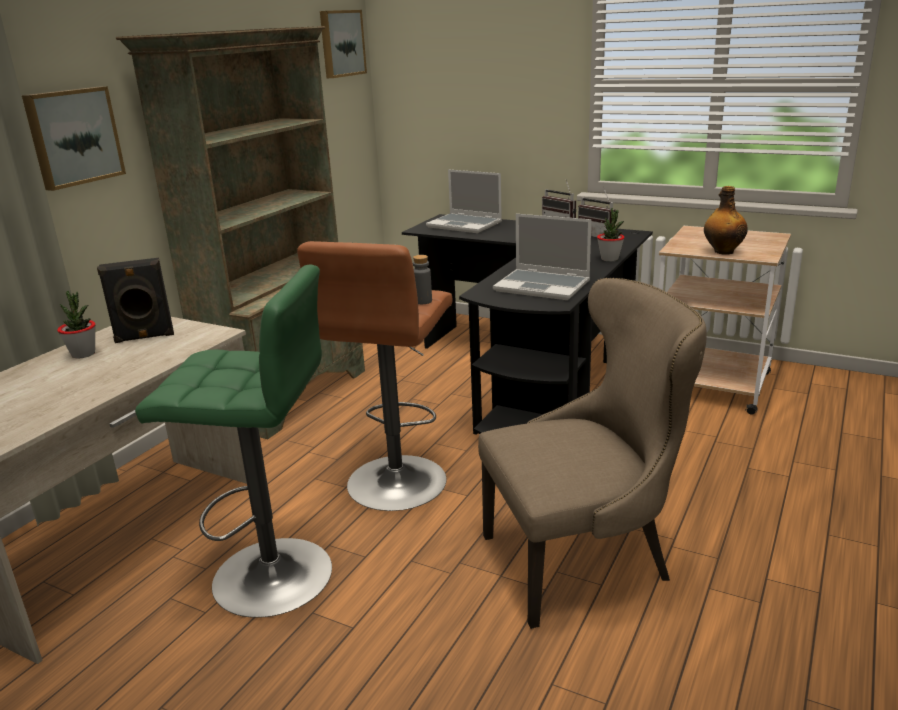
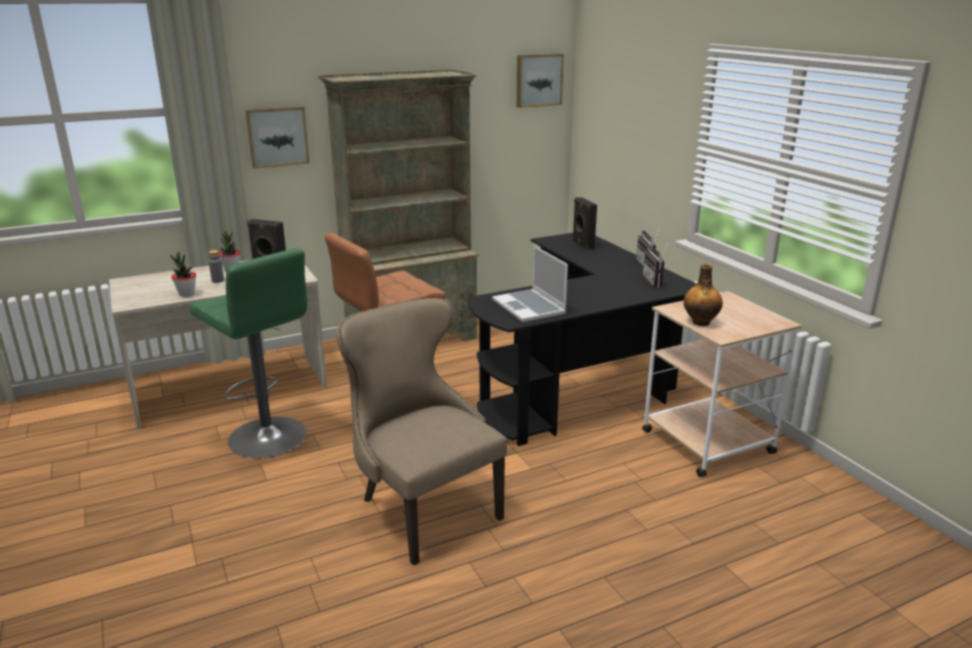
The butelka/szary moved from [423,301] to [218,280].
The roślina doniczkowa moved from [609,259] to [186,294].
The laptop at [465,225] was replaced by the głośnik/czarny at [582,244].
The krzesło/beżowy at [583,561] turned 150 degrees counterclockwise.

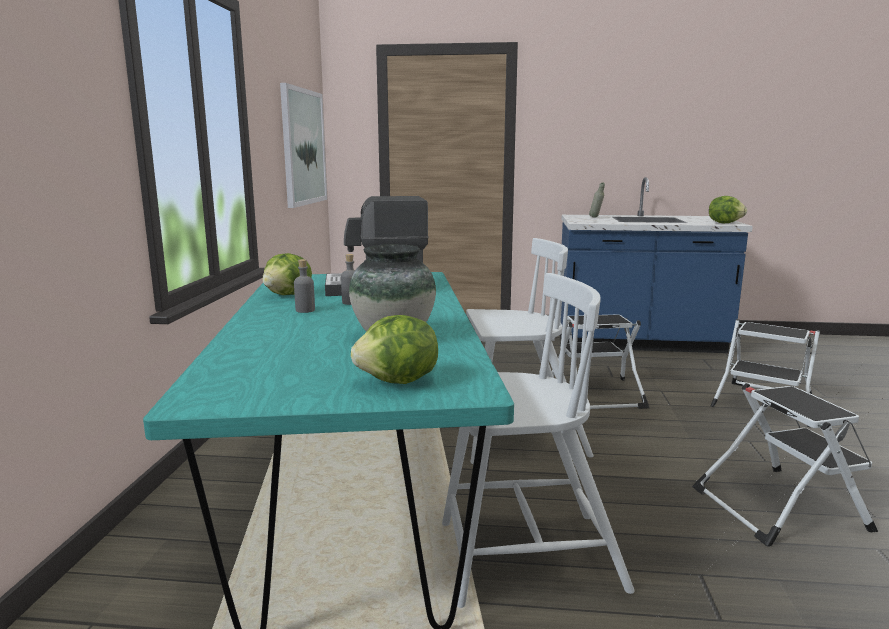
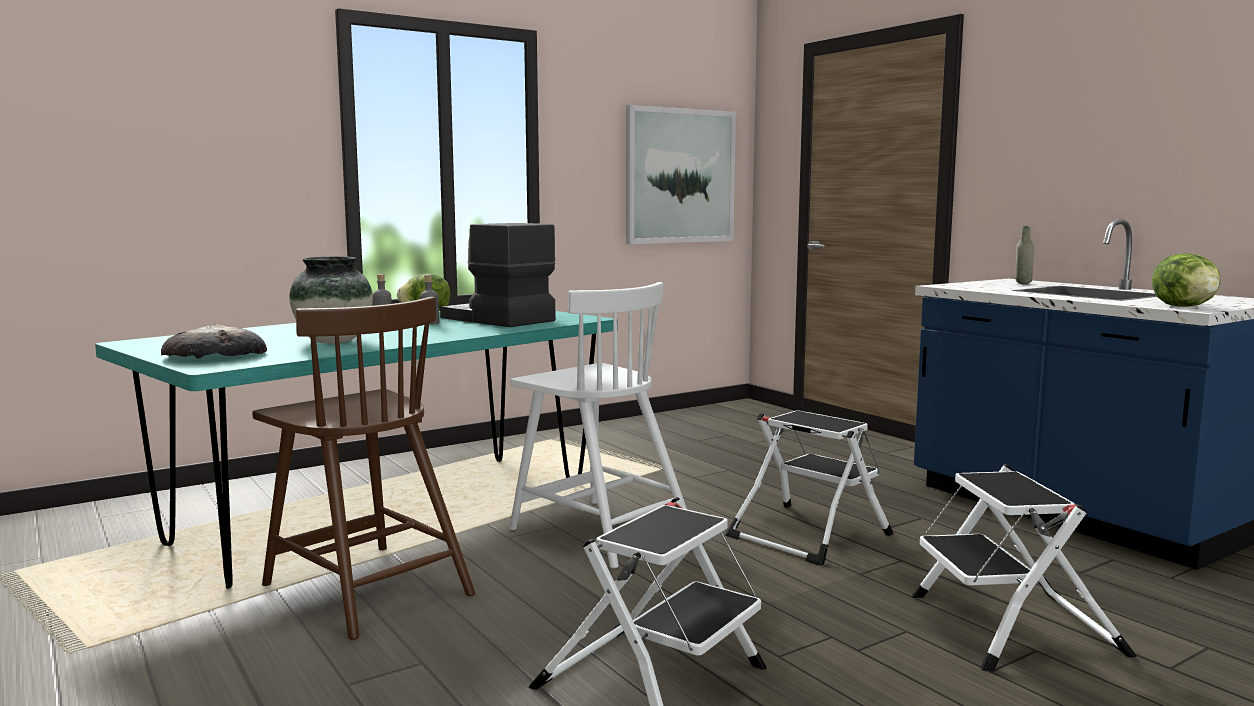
The sałata at [399,382] was replaced by the chleb at [215,356].
The krzesło/biały at [525,557] became the krzesło/brązowy at [365,588].

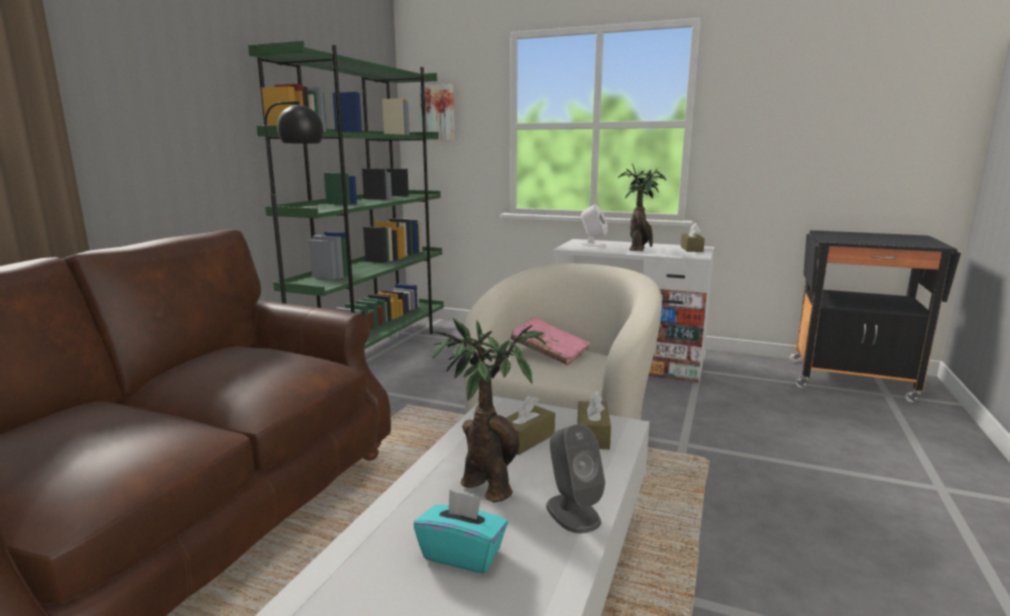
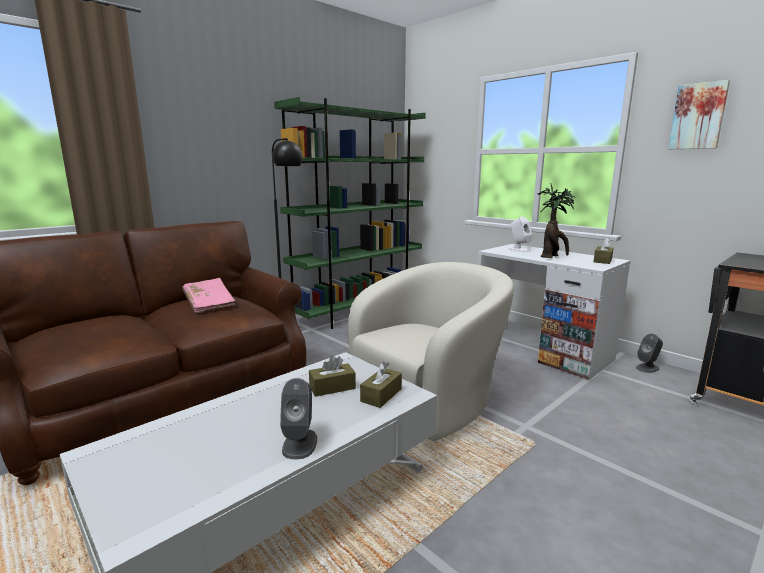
The pudełko chusteczek/turkusowy at [462,554] disappeared.
The roślina doniczkowa at [484,485] disappeared.
The głośnik/szary at [647,368] appeared.
The obraz moved from [438,113] to [698,116].
The książka/różowy moved from [550,352] to [209,304].

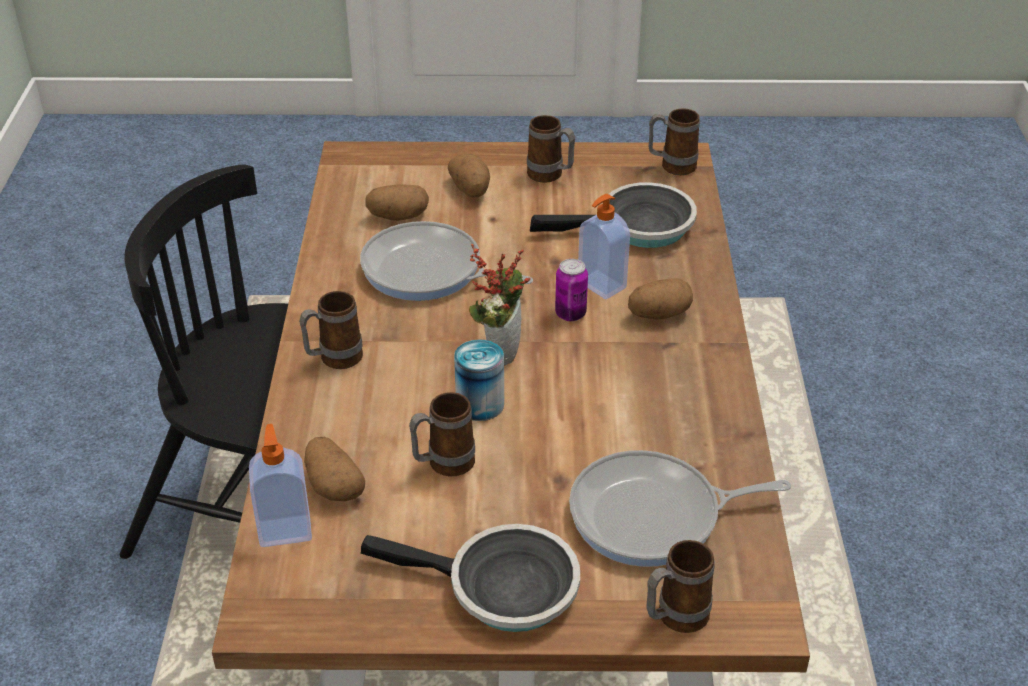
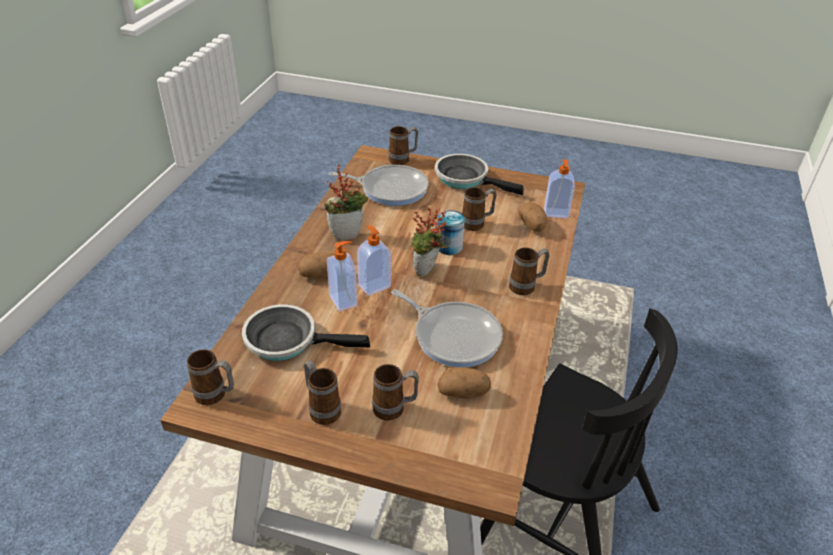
The roślina doniczkowa at [347,234] appeared.
The ziemniak at [471,190] was replaced by the kubek at [395,409].
The puszka at [570,314] was replaced by the dozownik mydła at [374,286].

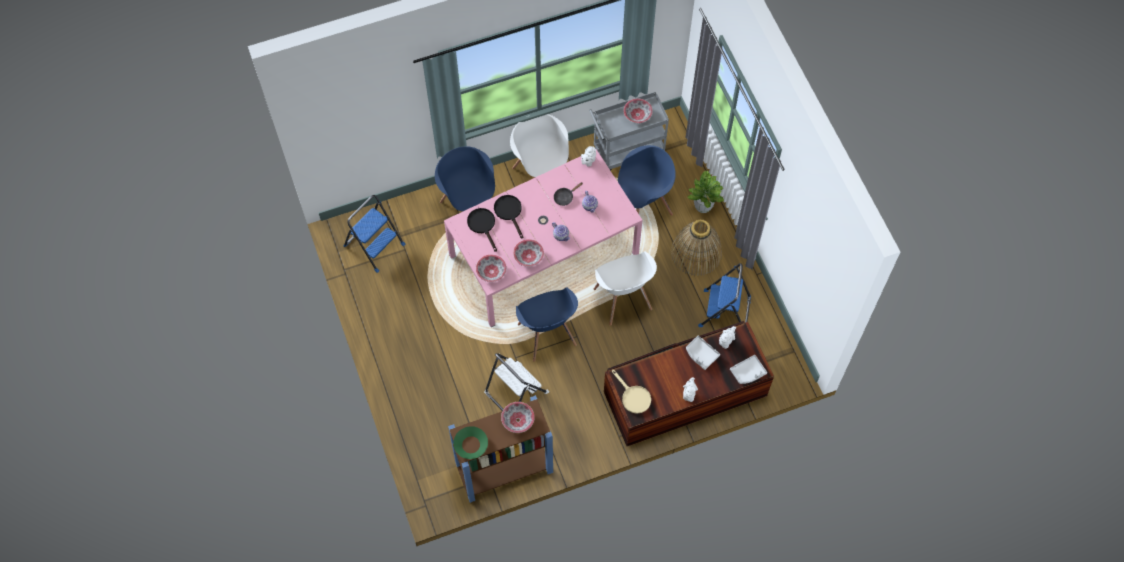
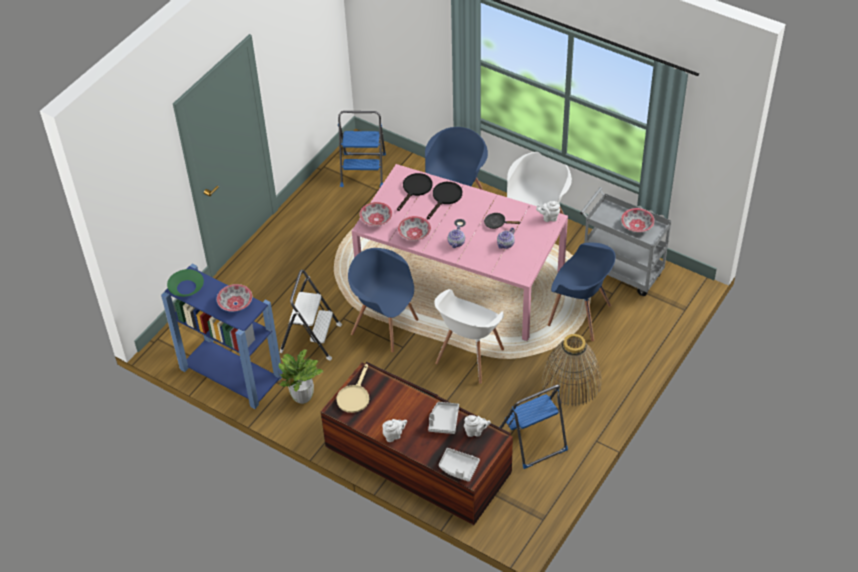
The roślina doniczkowa moved from [703,207] to [302,397].
The regał/brązowy at [503,468] became the regał/niebieski at [231,372].
The krzesło/niebieski at [546,335] turned 90 degrees clockwise.

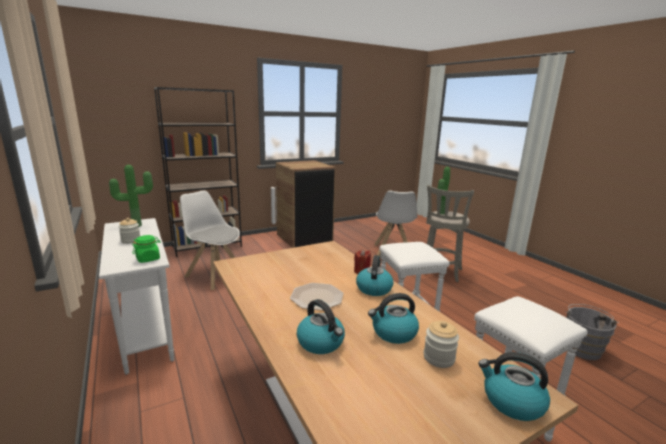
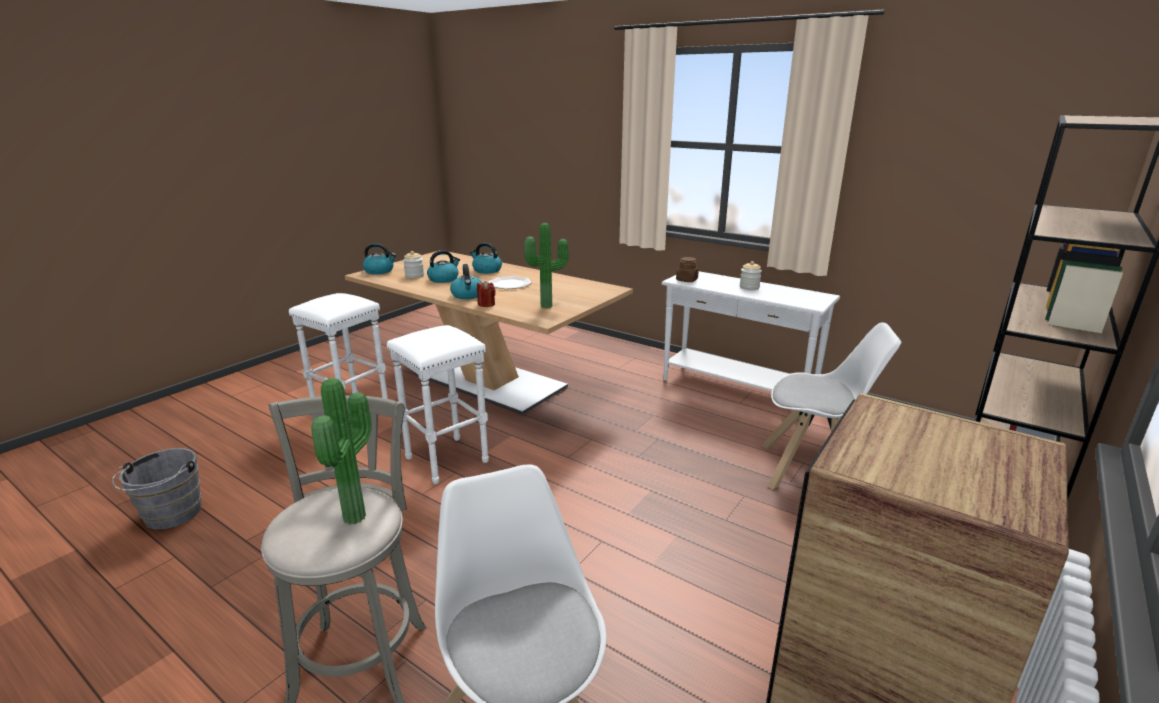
The roślina doniczkowa moved from [137,225] to [548,307].
The słoik/zielony at [148,259] became the słoik/brązowy at [686,280].

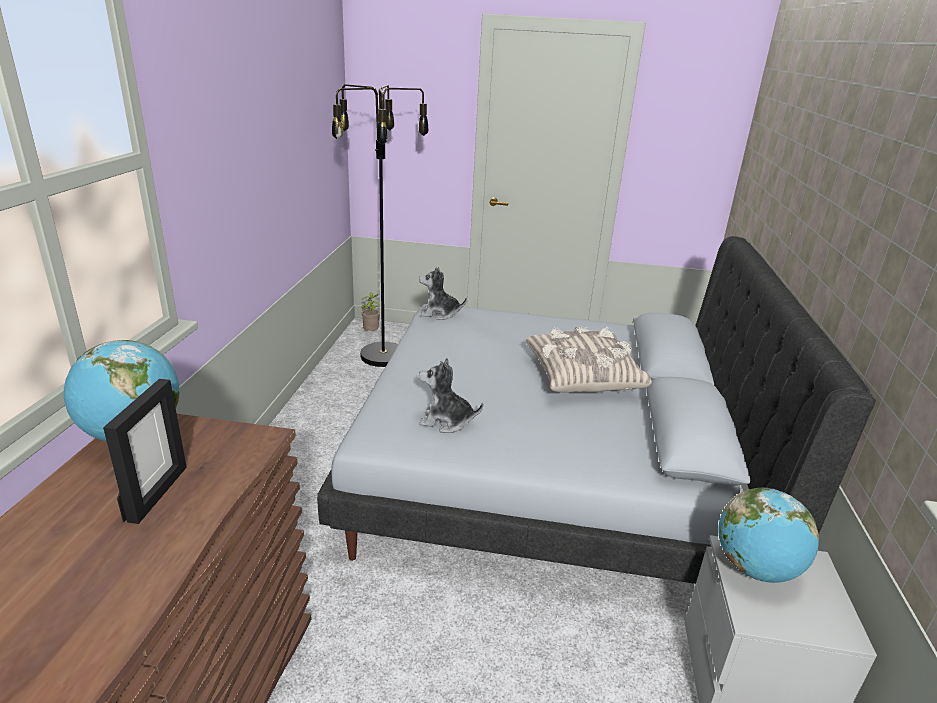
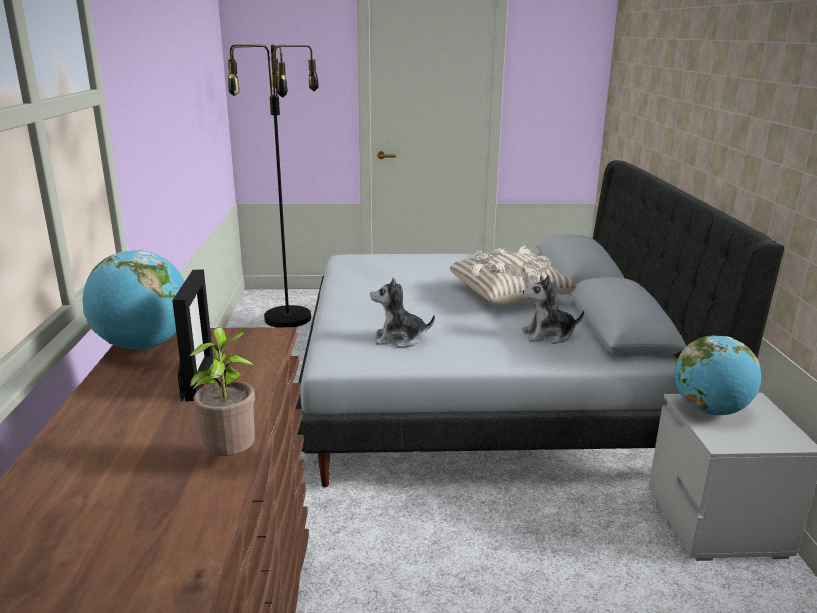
The roślina doniczkowa moved from [371,333] to [231,458].
The pluszak moved from [439,314] to [548,335].

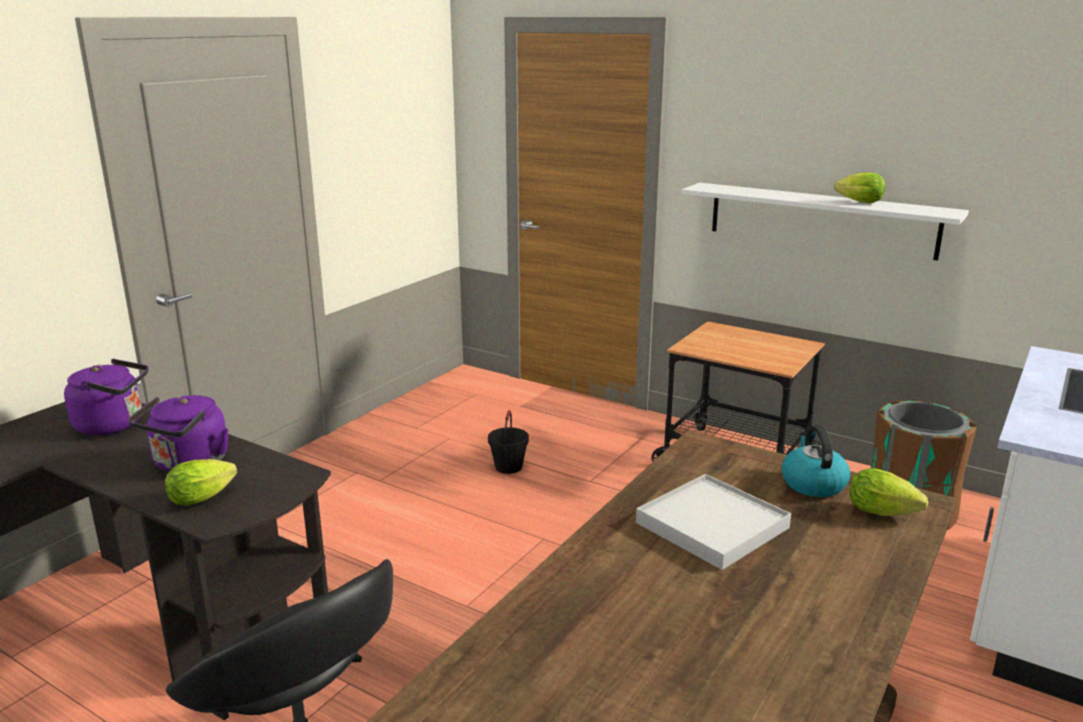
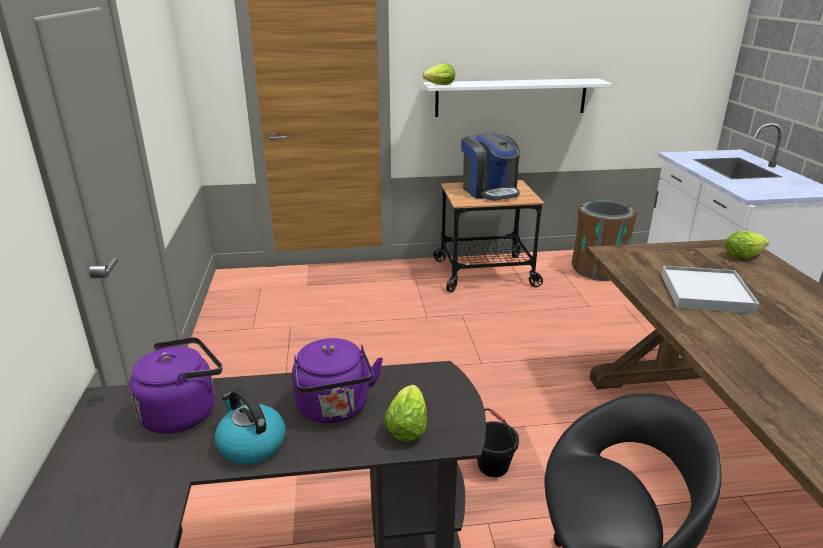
The ekspres do kawy at [489,191] appeared.
The wiadro/czarny moved from [509,467] to [493,466].
The czajnik moved from [812,483] to [251,444].
The sałata moved from [857,202] to [438,85].

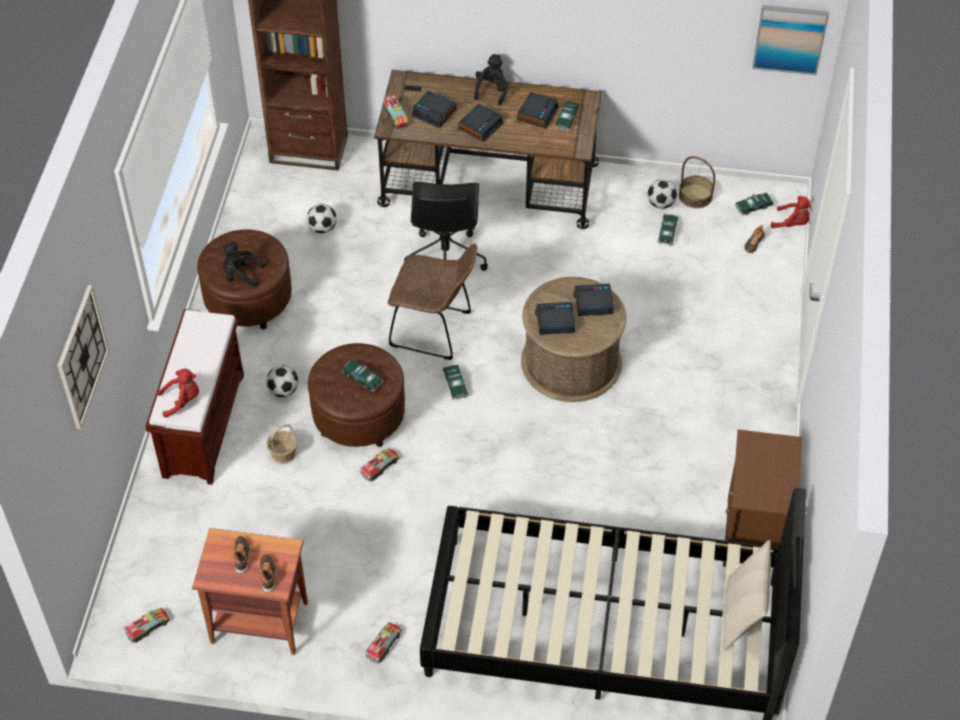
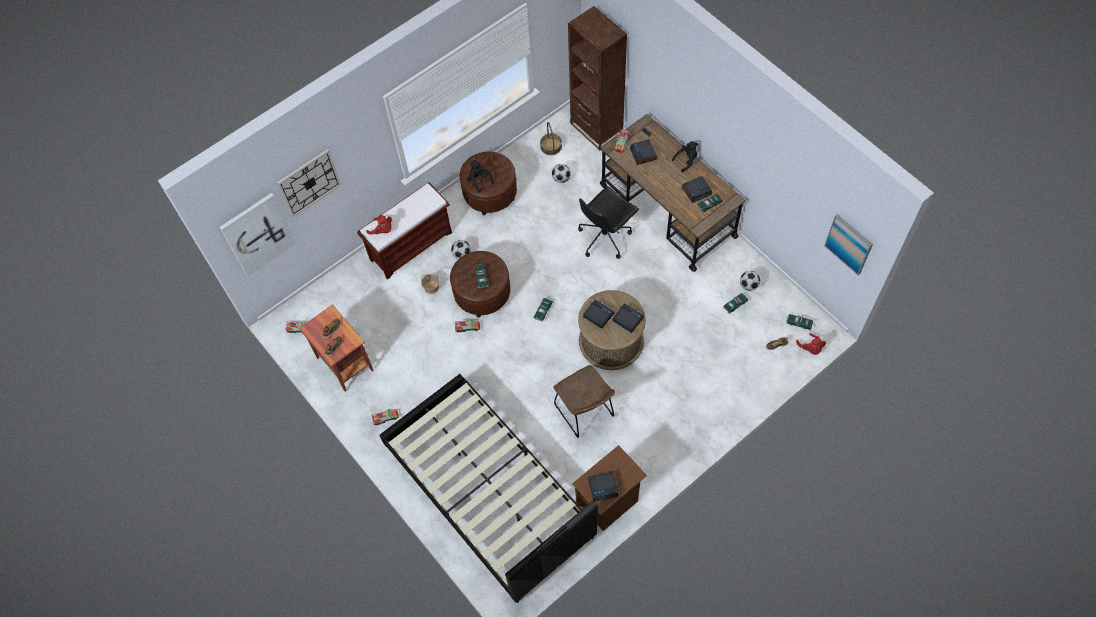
The poduszka/beżowy at [742,615] disappeared.
The obraz at [257,234] appeared.
The krzesło/brązowy moved from [435,330] to [585,413].
The budzik moved from [480,126] to [603,487].
The koszyk moved from [695,196] to [551,146].

